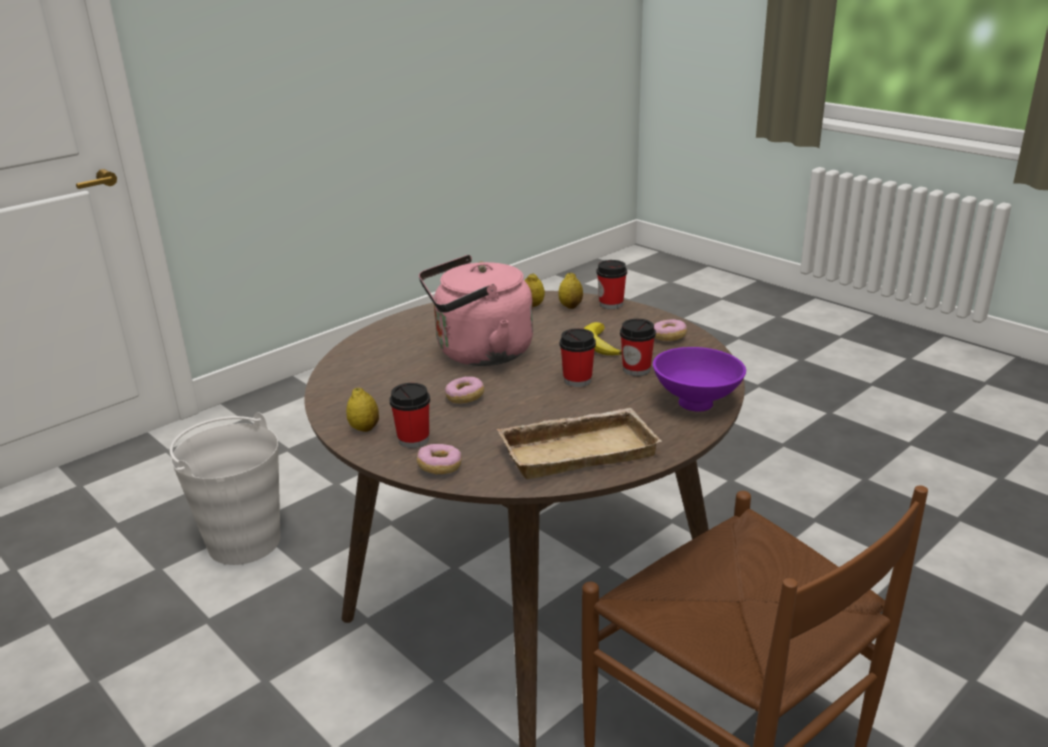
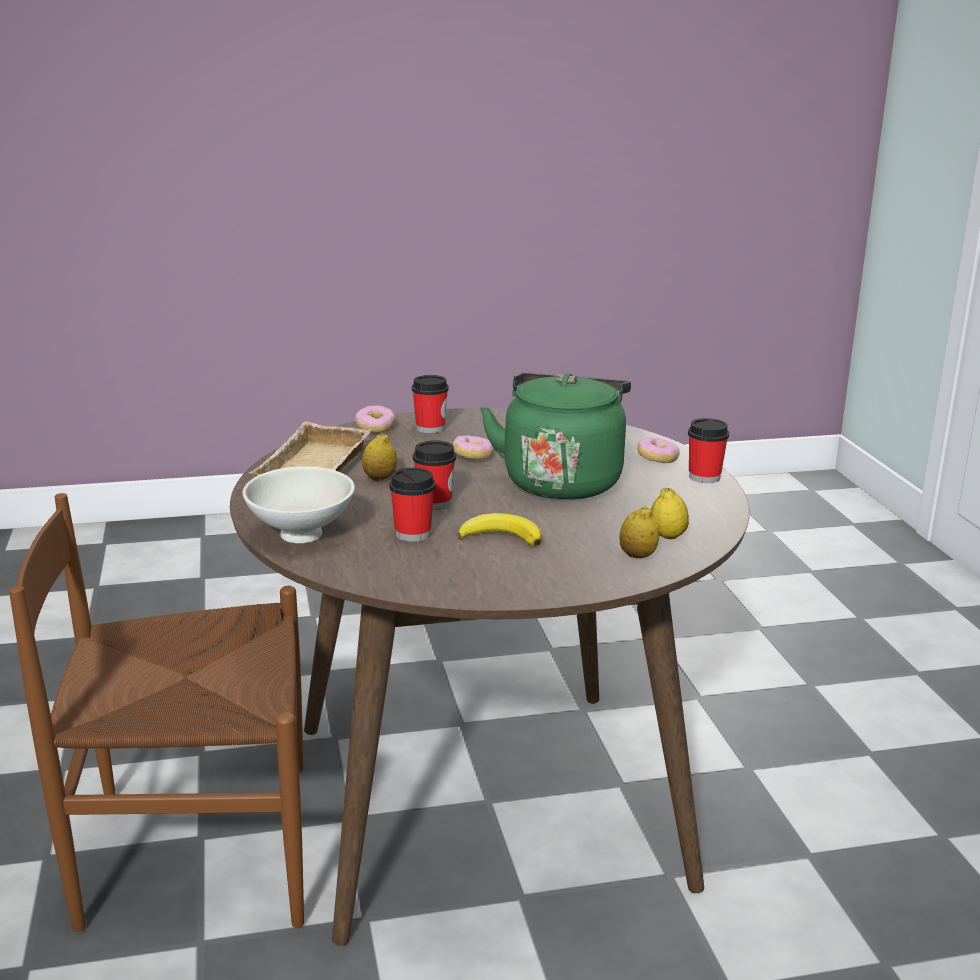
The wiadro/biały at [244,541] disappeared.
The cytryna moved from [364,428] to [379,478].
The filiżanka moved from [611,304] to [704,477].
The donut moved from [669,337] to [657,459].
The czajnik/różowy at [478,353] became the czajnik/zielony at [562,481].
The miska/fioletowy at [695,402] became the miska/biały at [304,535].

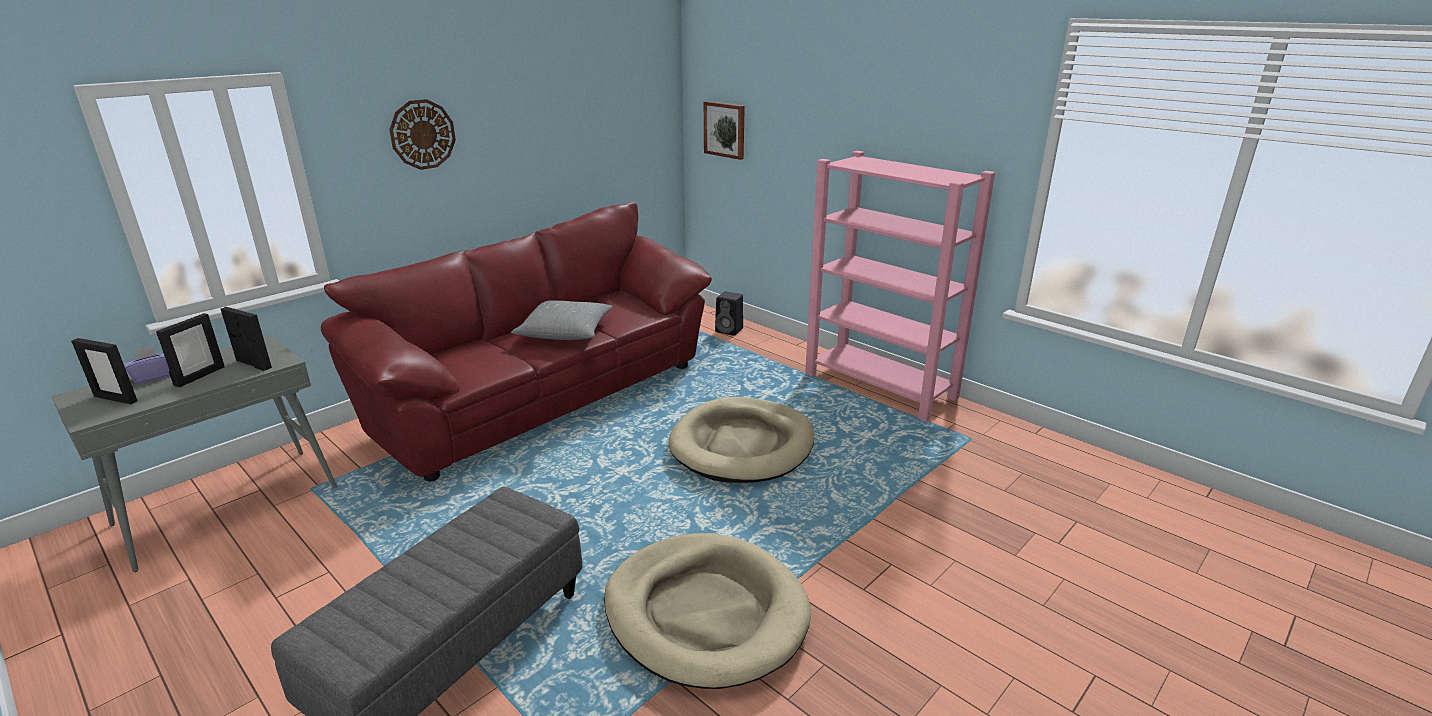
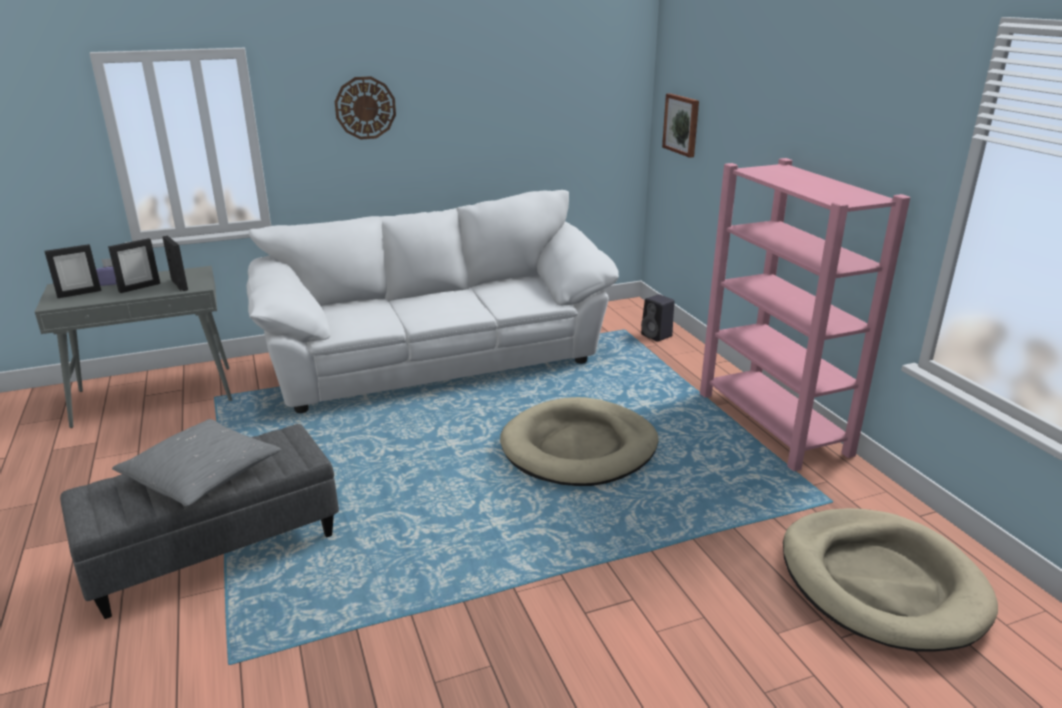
The poduszka/szary moved from [565,332] to [202,475].
The legowisko/beżowy moved from [705,613] to [880,583].
The kanapa/czerwony at [547,398] became the kanapa/biały at [440,365].
The ramka na zdjęcie at [117,398] turned 75 degrees counterclockwise.

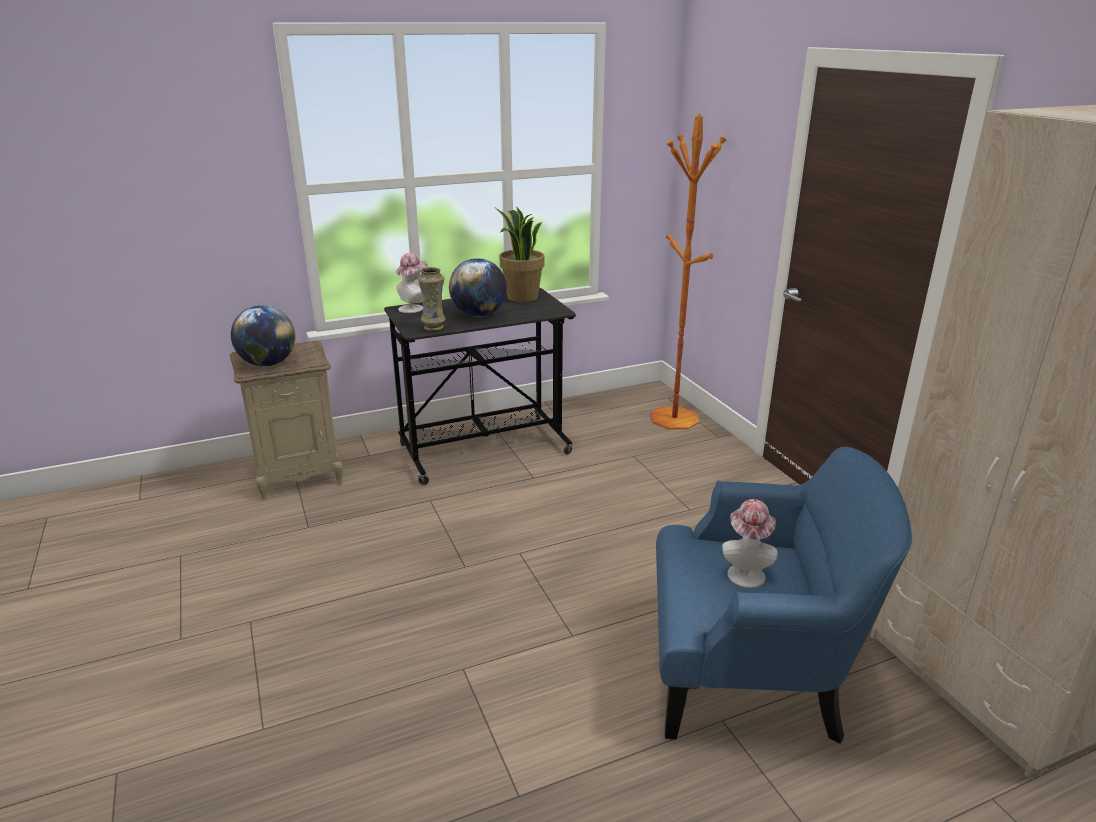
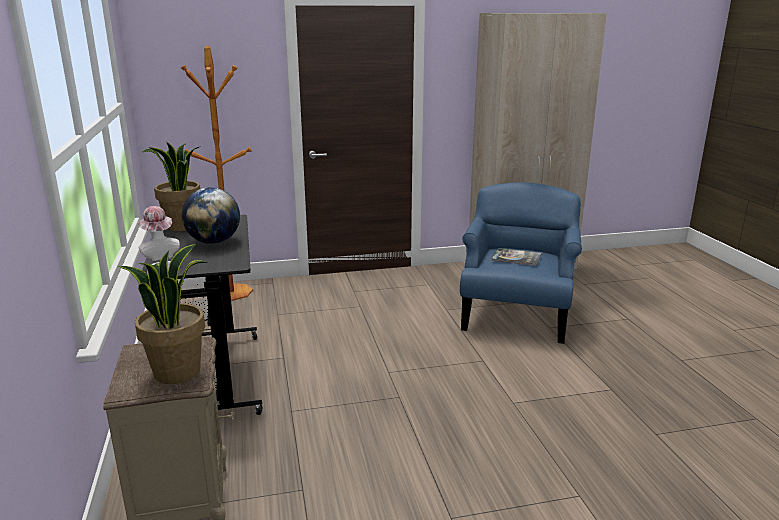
The wazon at [434,327] disappeared.
The globus at [268,364] was replaced by the roślina doniczkowa at [177,371].
The kapelusz at [745,572] was replaced by the książka at [516,258].

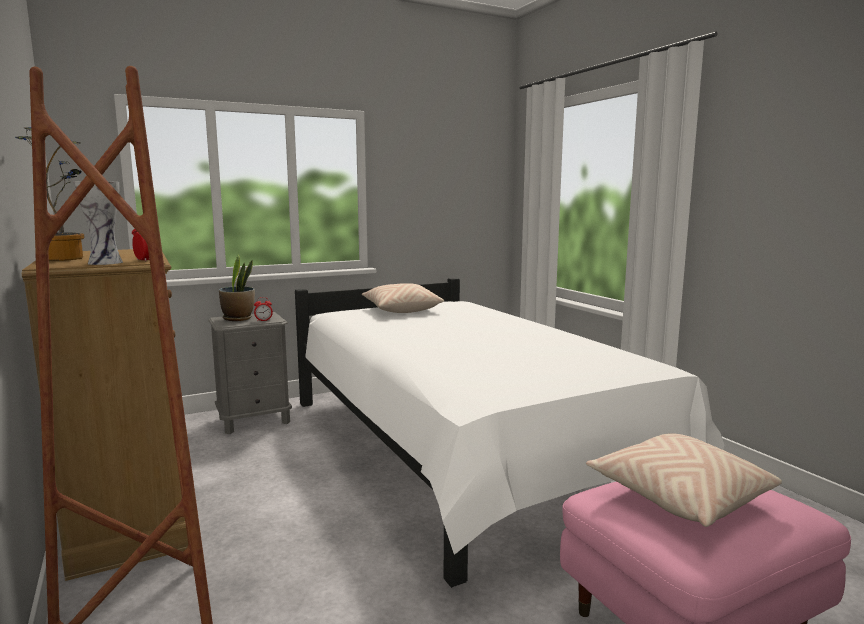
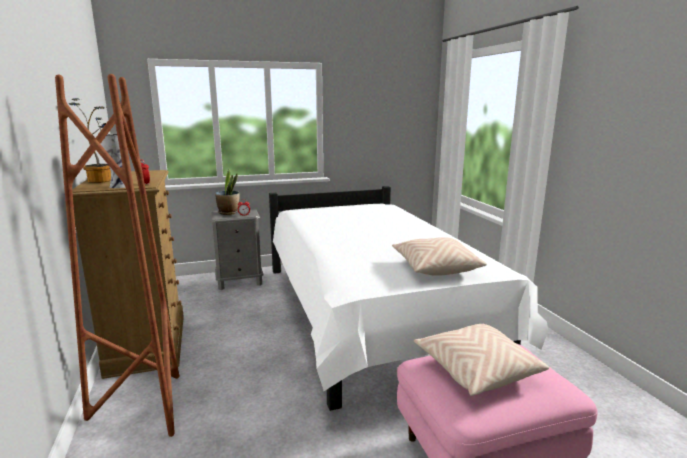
The poduszka/beżowy moved from [401,310] to [435,268].

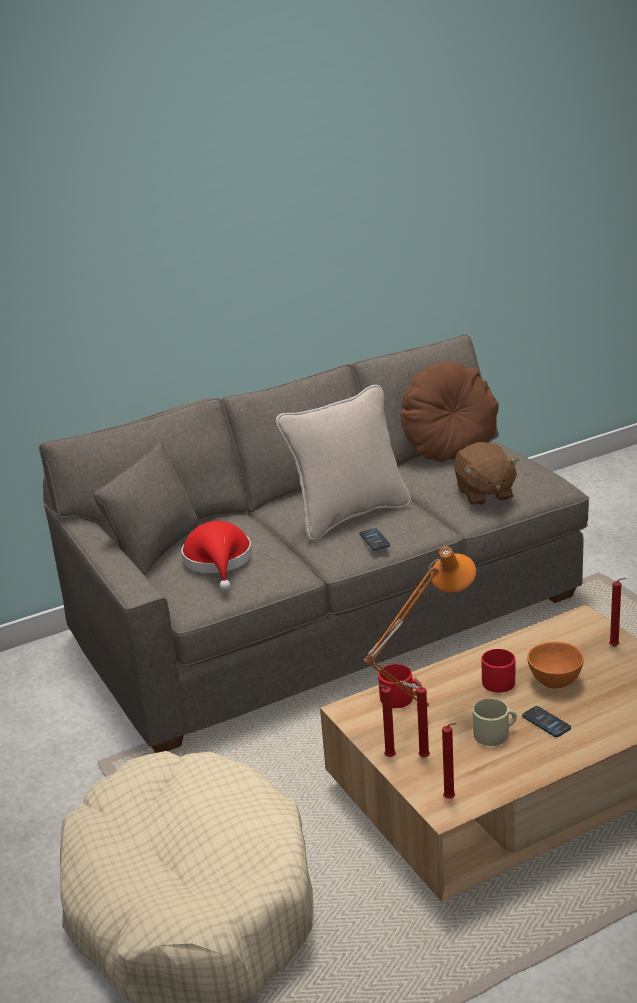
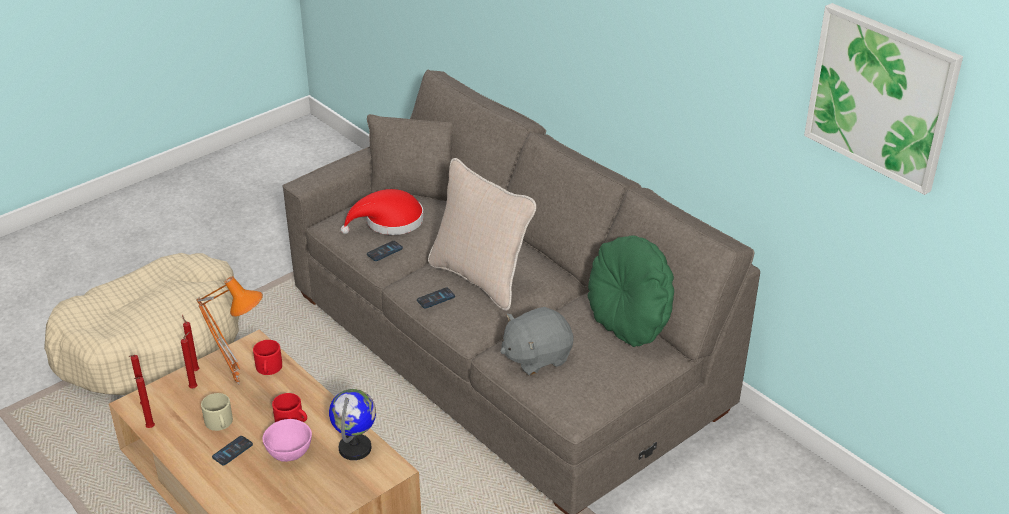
The globus at [355,448] appeared.
The telefon at [384,251] appeared.
The obraz at [881,96] appeared.
The świeca/czerwony moved from [615,647] to [149,428].
The poduszka/brązowy at [450,453] became the poduszka/zielony at [628,327].
The pluszak/brązowy at [484,494] became the pluszak/szary at [536,357].
The miska/pomarańczowy at [555,681] became the miska/różowy at [290,454].

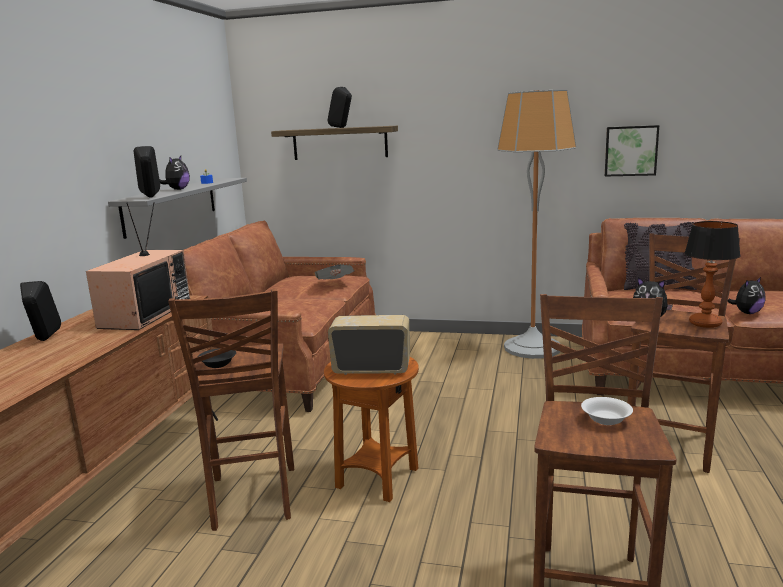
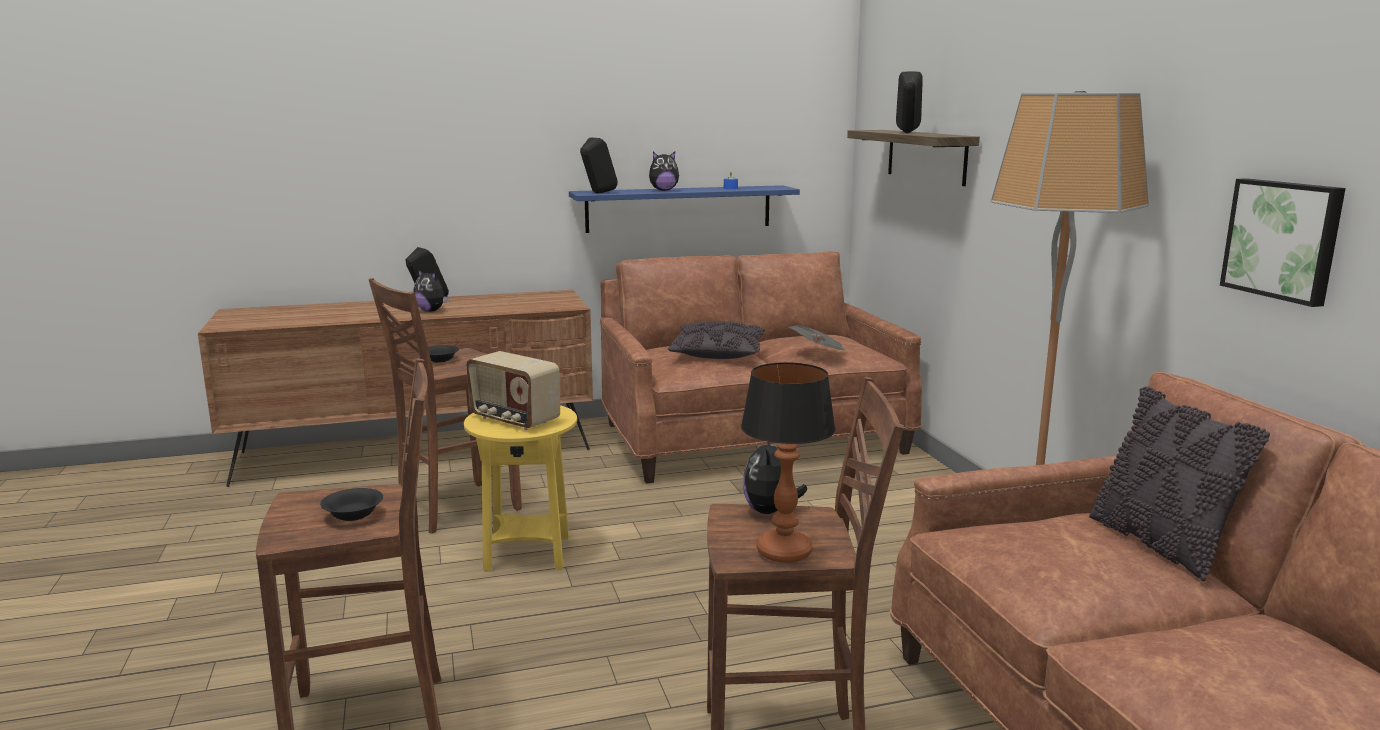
The telewizor at [145,313] disappeared.
The poduszka/czarny at [718,353] appeared.
The pluszak moved from [747,313] to [431,311].
The półka/szary at [171,205] became the półka/niebieski at [679,208].
The stolik/brązowy at [377,478] became the stolik/żółty at [528,554].
The miska/biały at [605,420] became the miska/czarny at [352,515].
The radio at [372,369] turned 150 degrees clockwise.

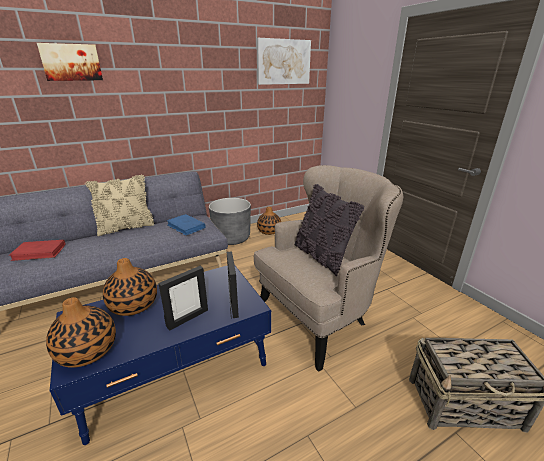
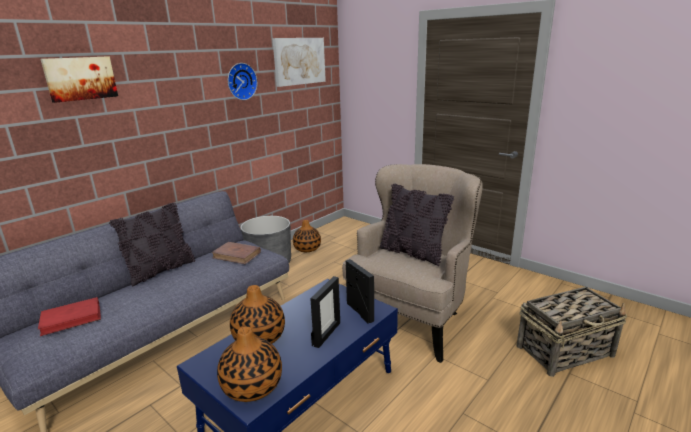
The zegar ścienny at [241,81] appeared.
The poduszka/beżowy at [126,227] became the poduszka/czarny at [161,270].
The książka/niebieski at [186,226] became the książka/brązowy at [237,255].

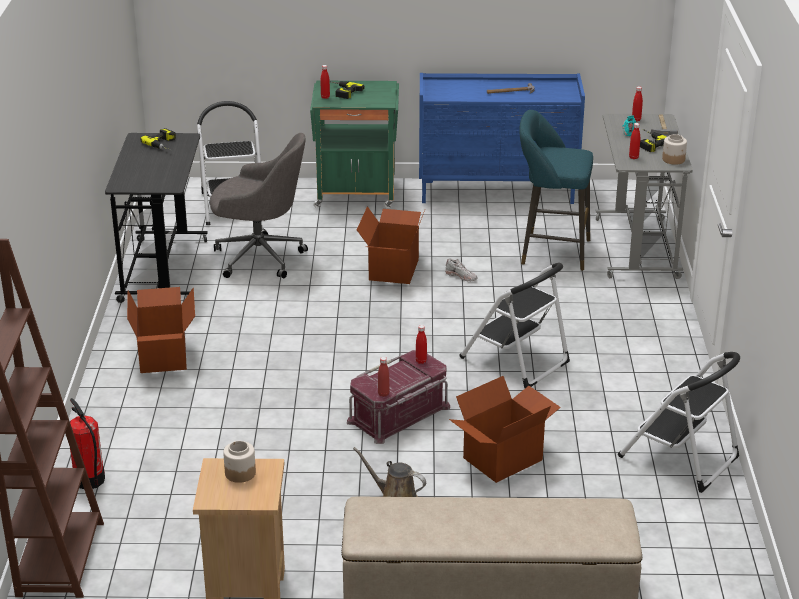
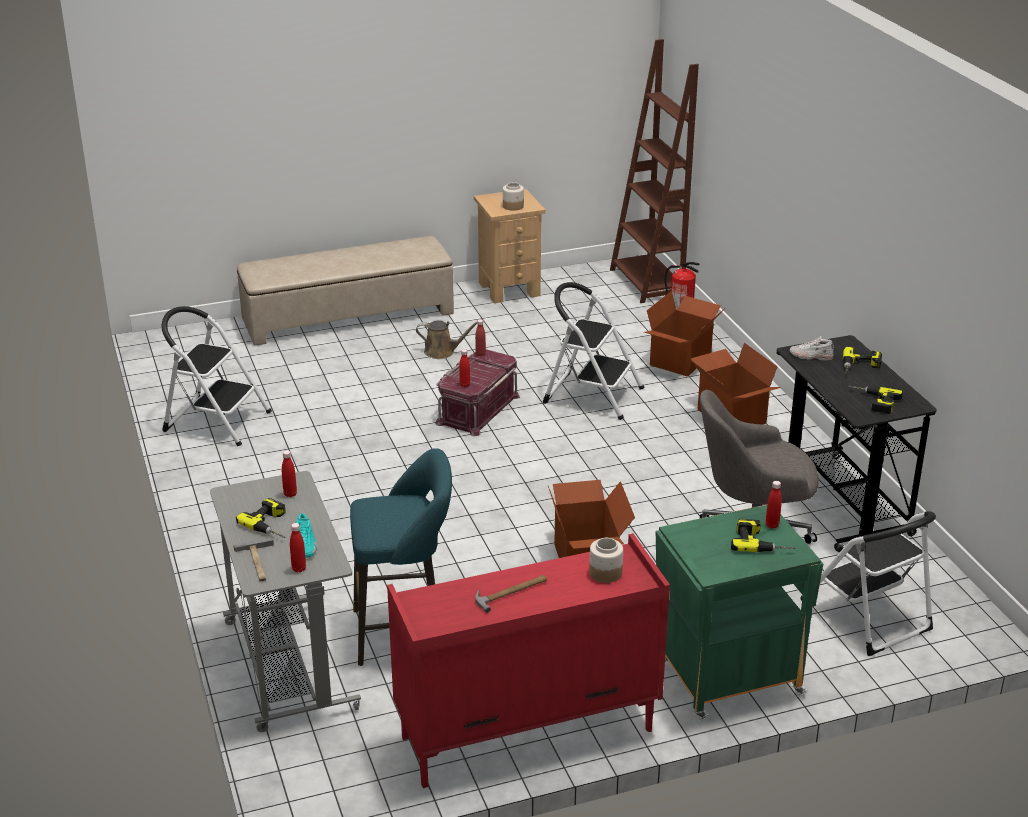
The wiertarka at [860,367] appeared.
The but/biały moved from [461,276] to [811,356].
The karton moved from [502,458] to [681,360].
The drabinka moved from [517,361] to [590,395].
The słoik moved from [673,159] to [605,573].
The szafka/niebieski at [498,192] became the szafka/czerwony at [526,734].

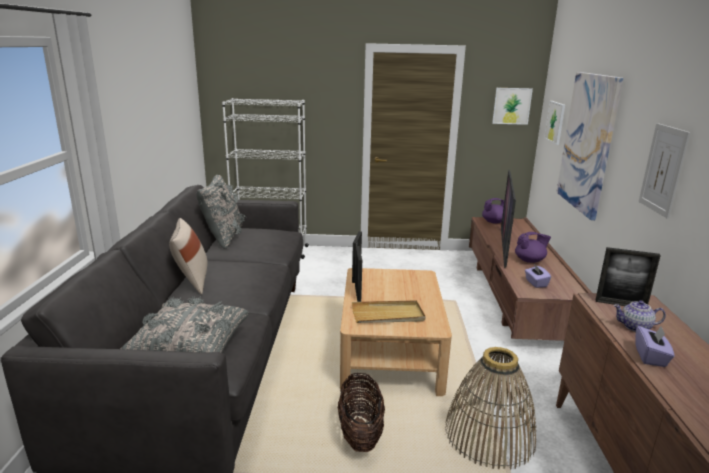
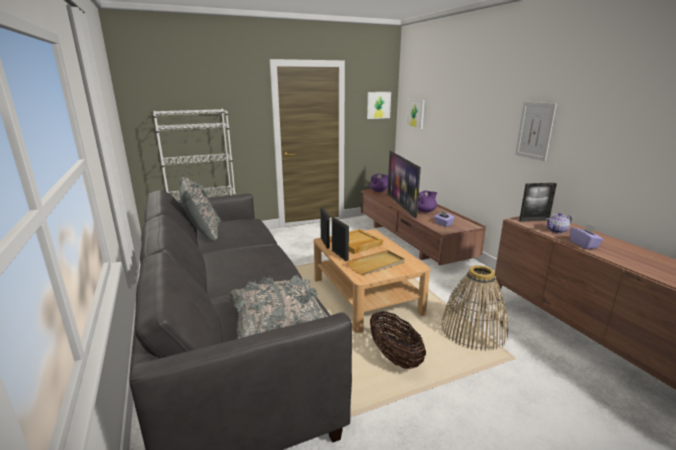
The poduszka/beżowy at [192,281] disappeared.
The obraz at [587,142] disappeared.
The taca/beżowy at [356,243] appeared.

